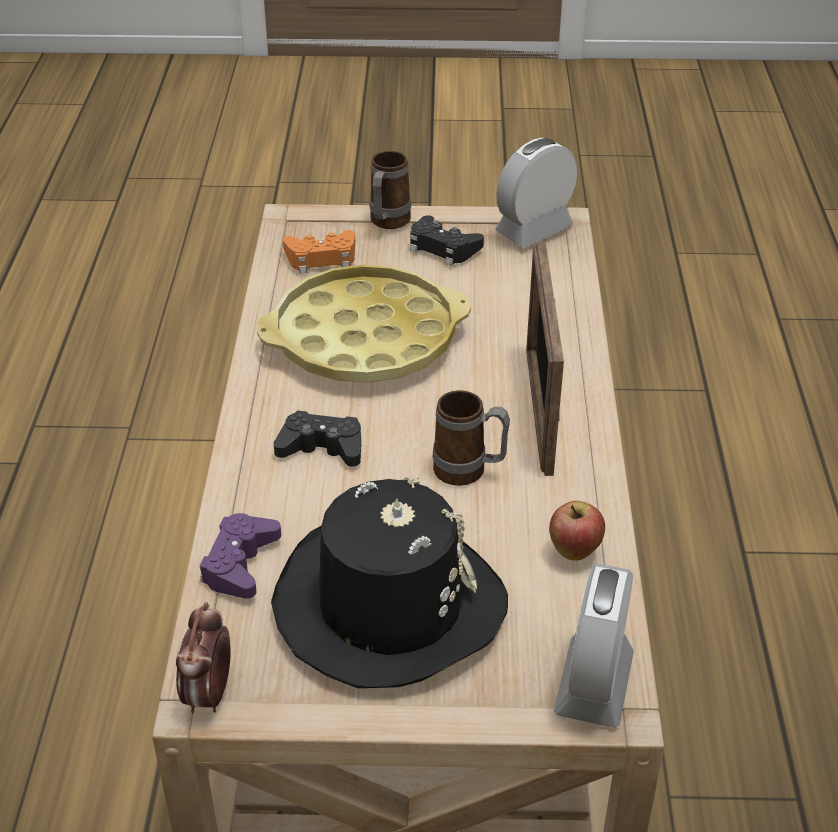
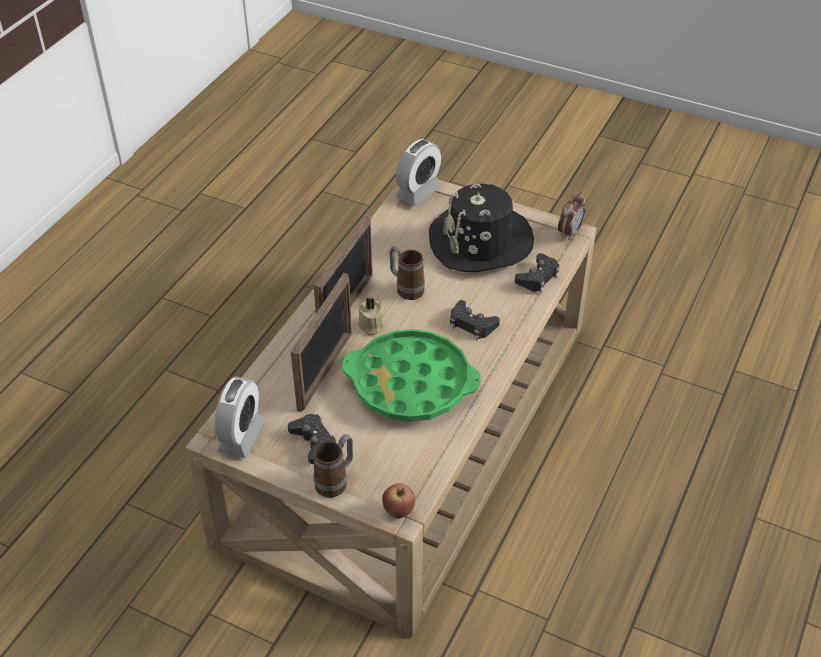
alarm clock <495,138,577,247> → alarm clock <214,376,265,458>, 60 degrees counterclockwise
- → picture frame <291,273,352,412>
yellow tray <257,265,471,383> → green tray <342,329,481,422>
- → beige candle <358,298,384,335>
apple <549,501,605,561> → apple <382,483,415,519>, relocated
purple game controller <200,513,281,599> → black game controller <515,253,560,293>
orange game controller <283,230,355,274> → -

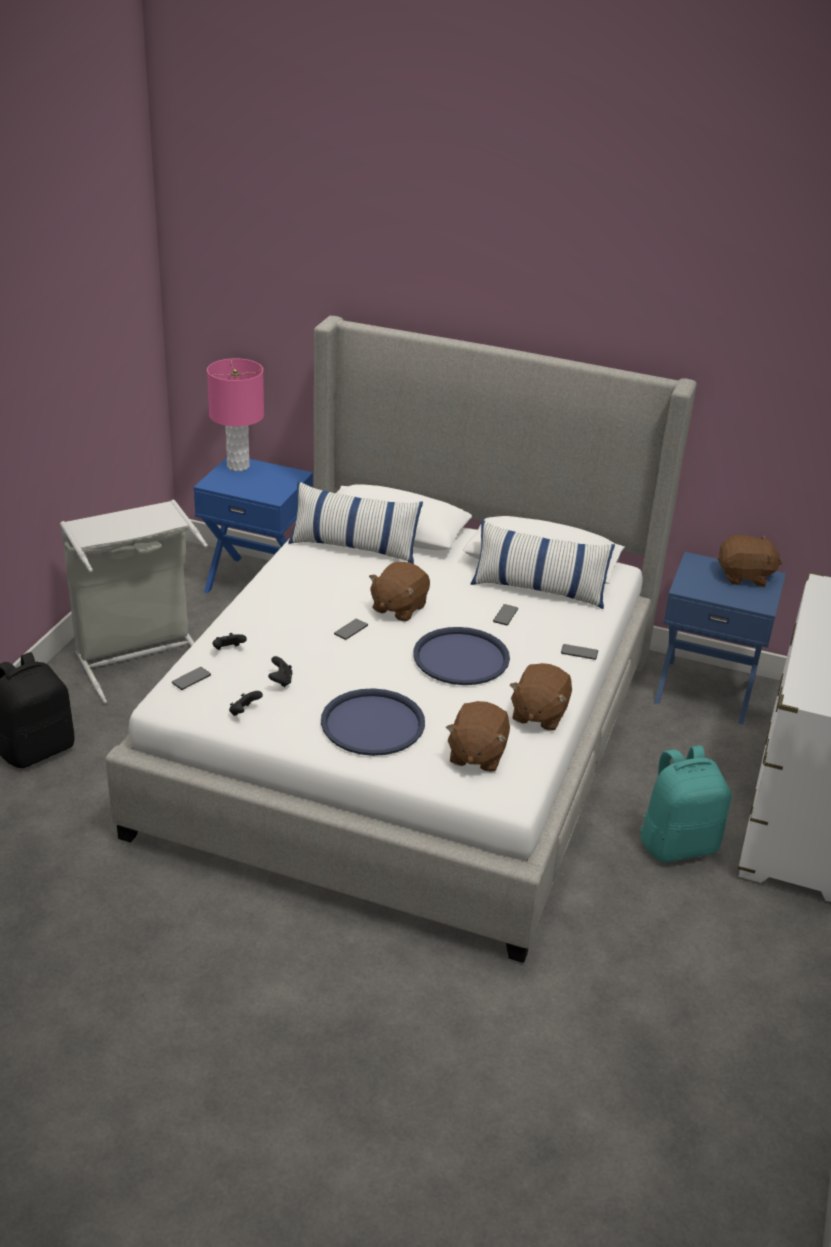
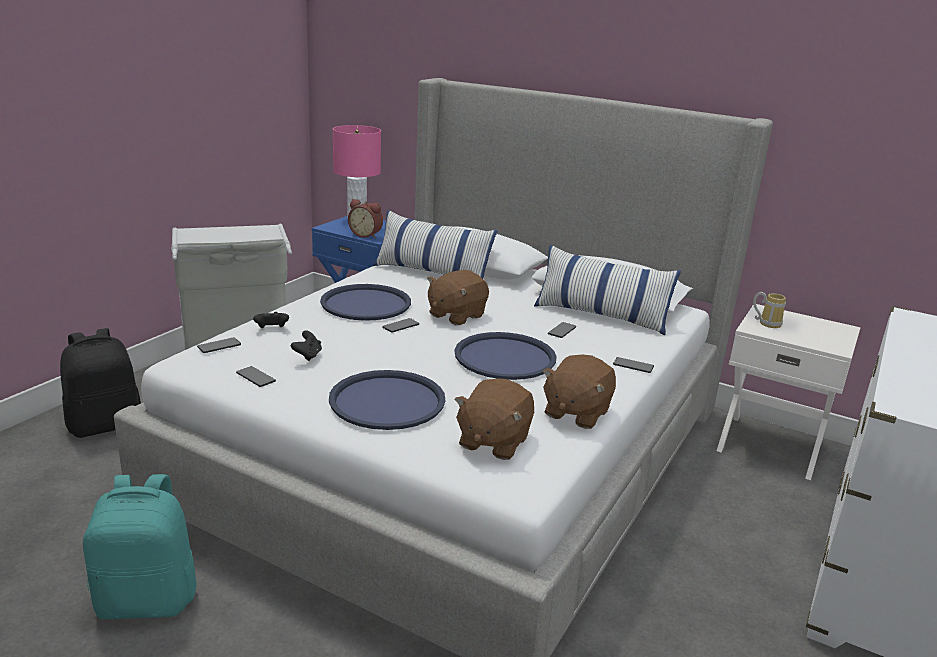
turquoise backpack <640,745,732,862> → turquoise backpack <83,474,197,619>, relocated
black game controller <229,691,263,716> → phone <236,366,276,387>
- → blue tray <320,284,411,321>
- → alarm clock <348,199,383,238>
blue nightstand <655,552,786,725> → white nightstand <717,304,860,480>
- → mug <753,292,786,328>
brown plush toy <717,535,783,586> → -

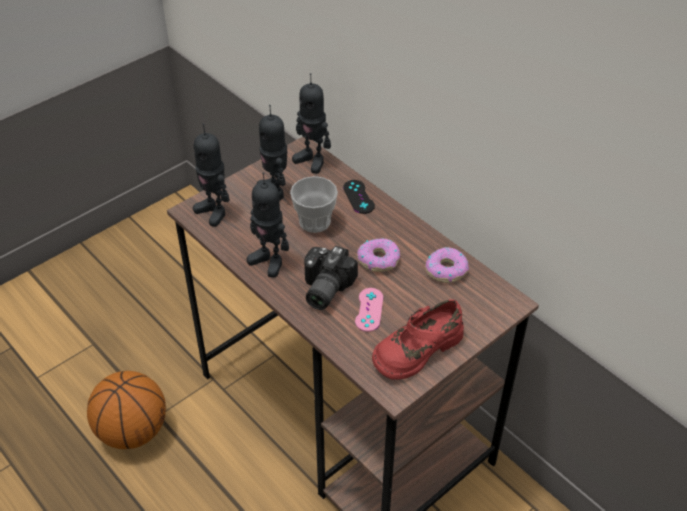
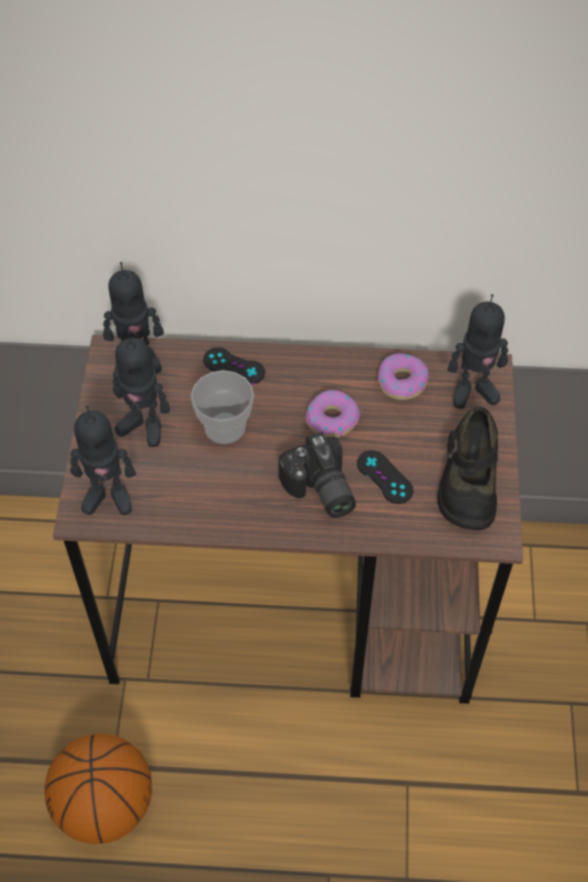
pink game controller <355,288,383,332> → black game controller <357,450,414,504>
red shoe <372,299,464,380> → black shoe <438,407,498,530>
toy robot <246,172,289,278> → toy robot <447,294,508,409>, relocated

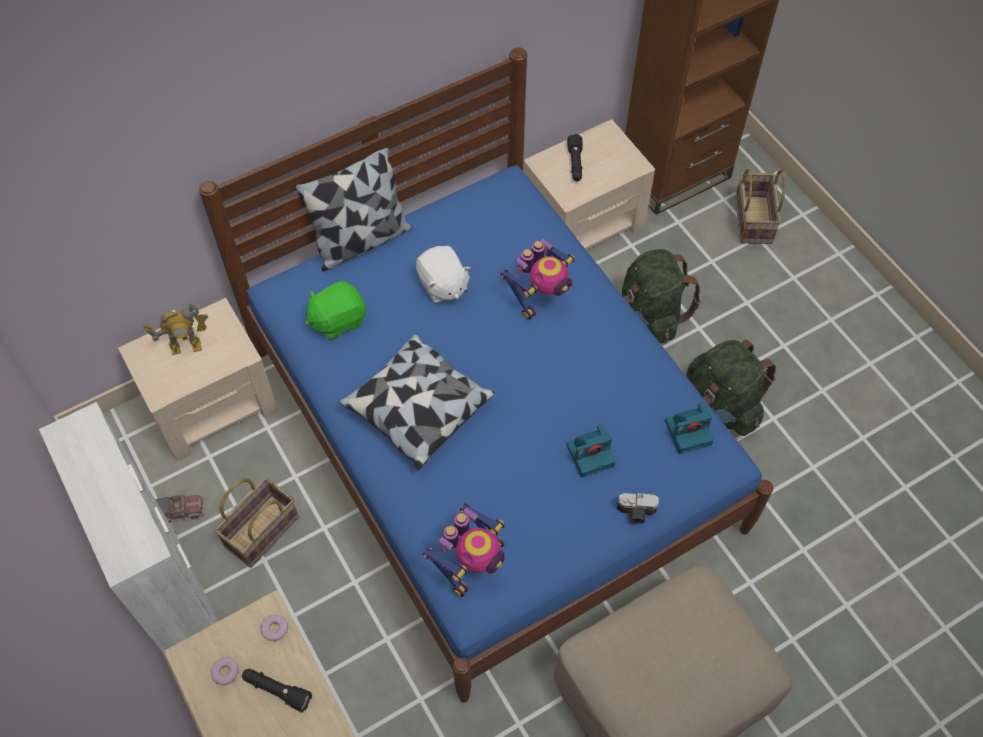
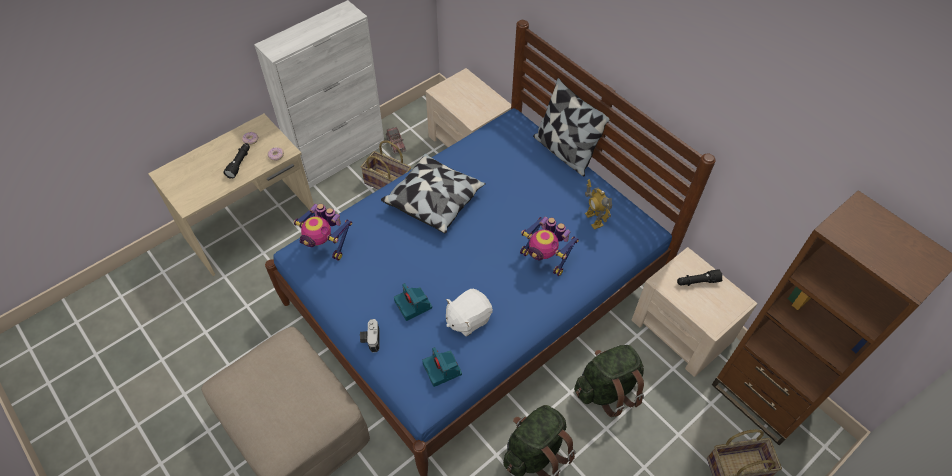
white plush toy <416,246,471,303> → white plush toy <446,289,493,337>, relocated
toy robot <142,303,208,355> → toy robot <585,179,612,230>, relocated
green plush toy <305,281,366,340> → -

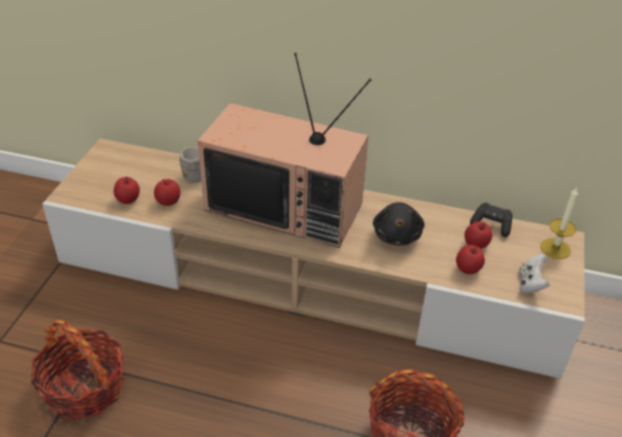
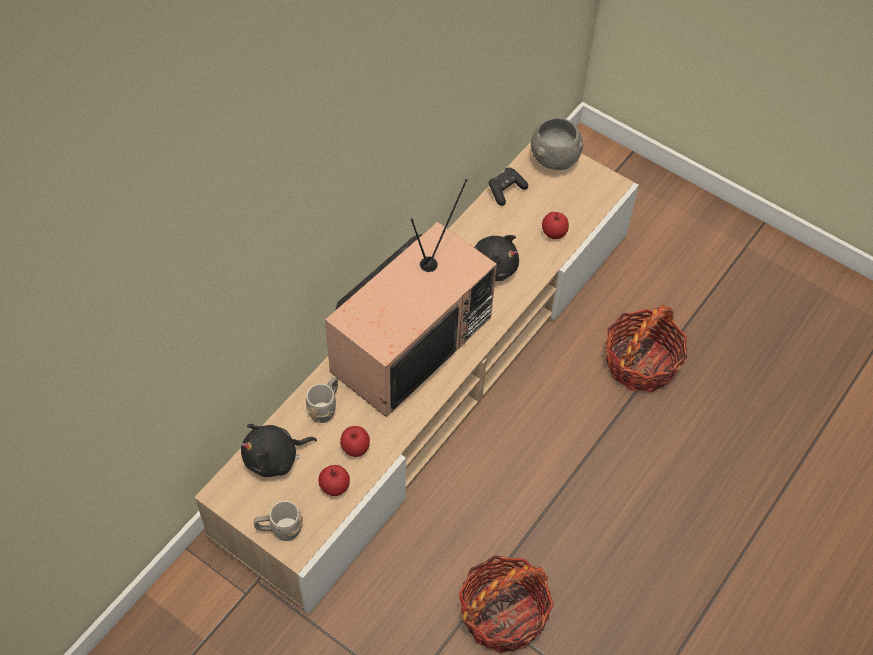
- → black plush toy <241,424,317,477>
- → grey mug <254,501,303,541>
candle <541,187,578,259> → grey bowl <531,118,583,170>
apple <464,221,492,249> → -
white game controller <519,254,549,293> → -

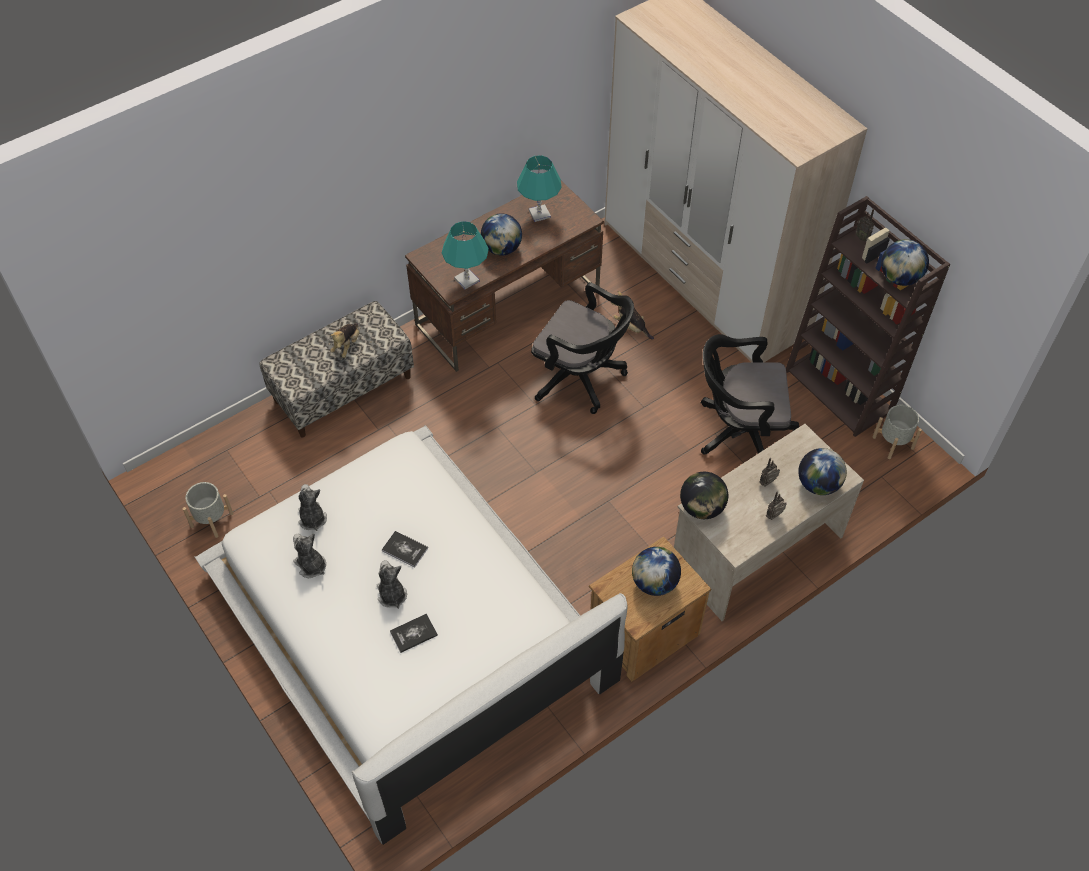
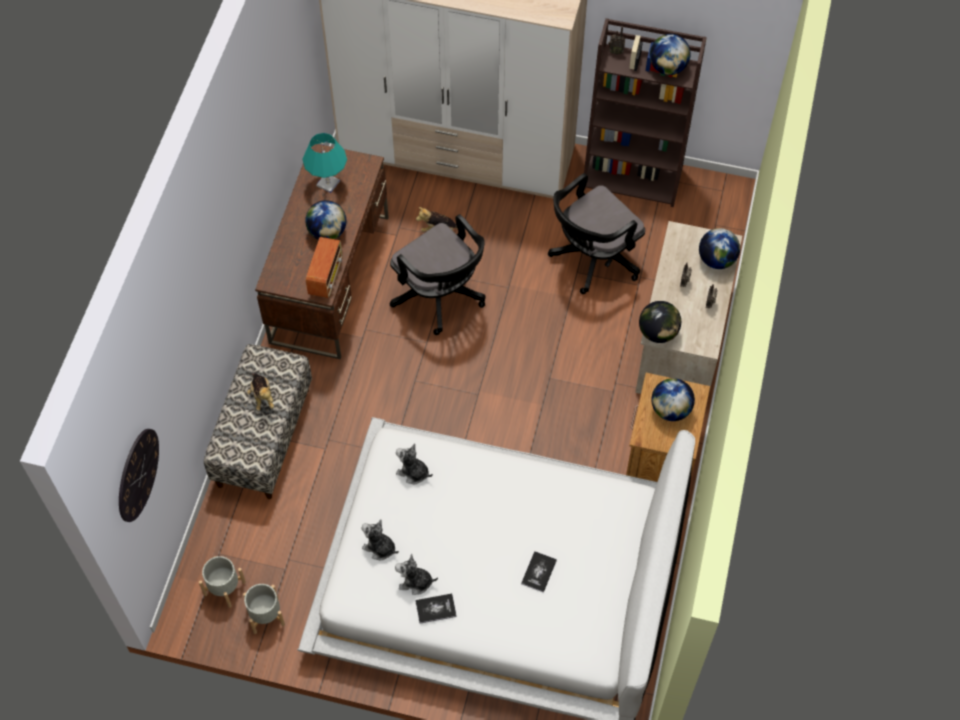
- → wall clock <119,429,159,522>
grey planter <873,405,922,459> → grey planter <199,556,246,608>, relocated
turquoise table lamp <442,221,489,289> → radio <306,237,343,298>
black office chair <531,282,634,414> → black office chair <390,214,486,335>, 60 degrees clockwise
plush toy <377,560,407,609> → plush toy <396,443,433,484>, relocated
book <382,531,428,568> → book <415,594,457,624>, relocated

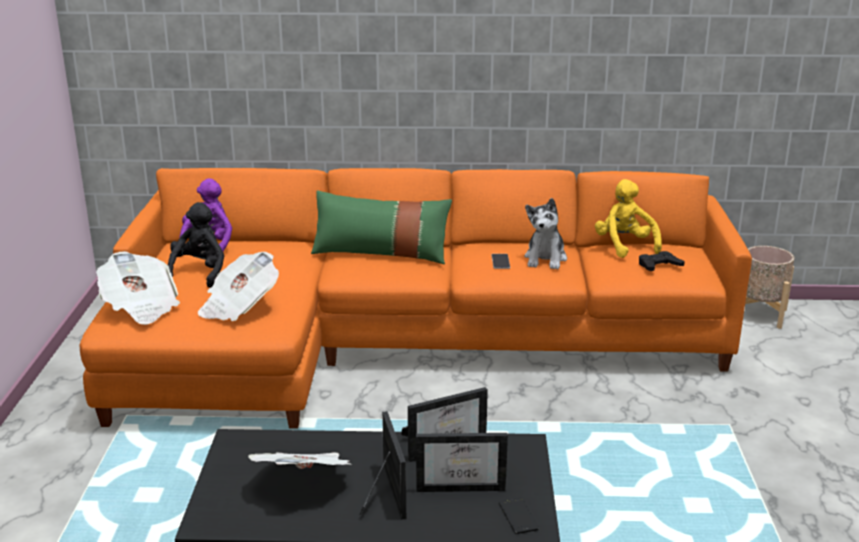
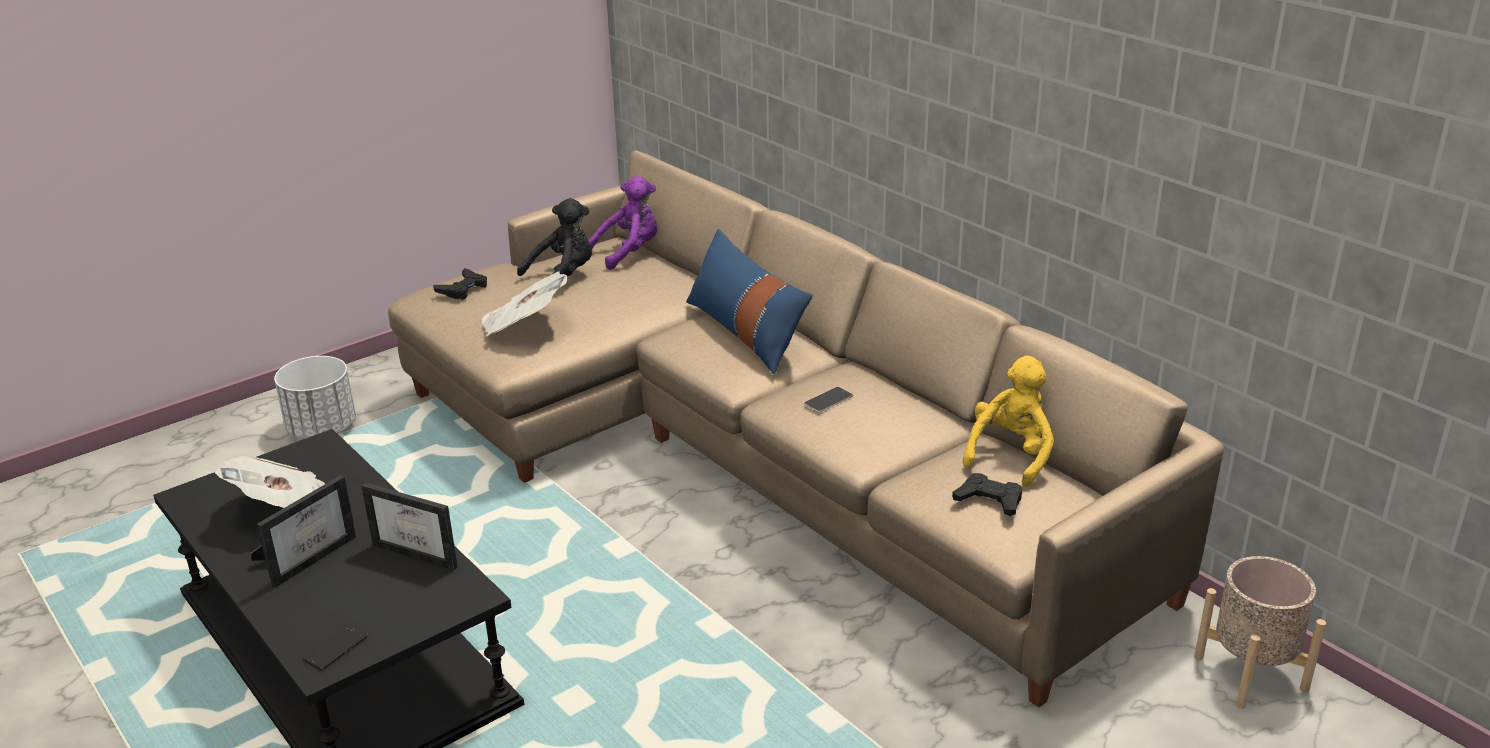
- → white planter <274,356,356,439>
orange sofa <80,168,752,429> → beige sofa <388,150,1224,707>
newspaper <96,251,180,325> → black game controller <433,268,487,300>
green pillow <311,191,452,264> → blue pillow <686,229,813,374>
picture frame <416,433,508,492> → -
plush toy <524,198,567,270> → -

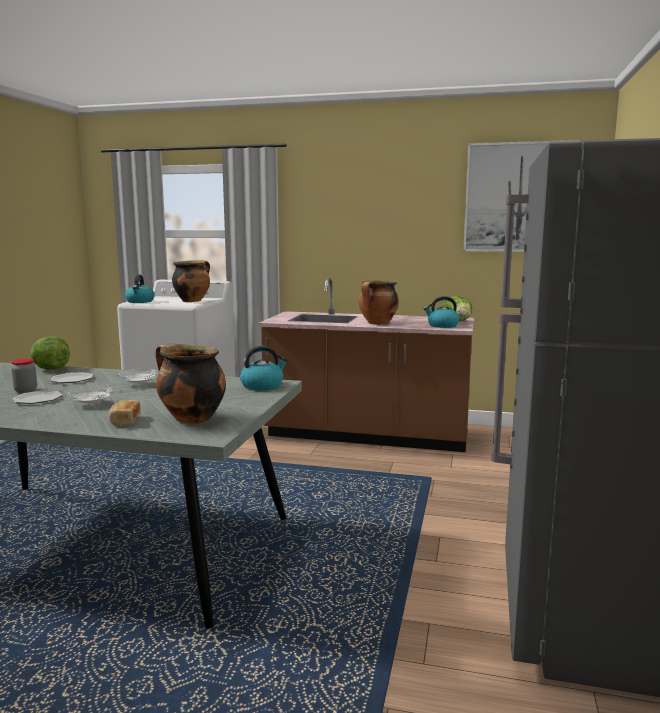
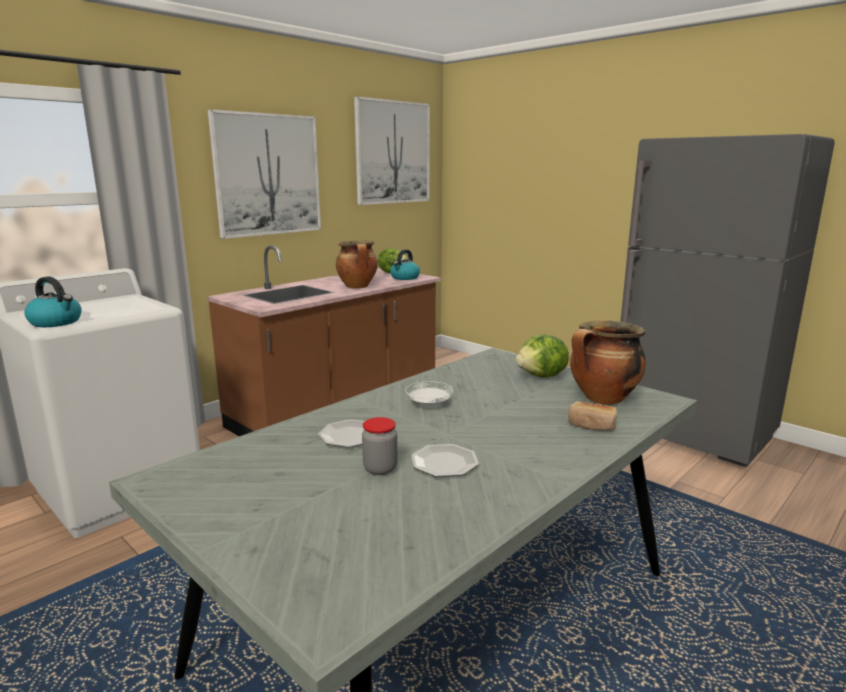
- → picture <208,109,321,239>
lettuce <30,337,70,370> → lettuce <515,334,569,378>, relocated
white plate <68,386,112,405> → -
cooking pot <172,260,210,302> → -
kettle <240,346,288,390> → -

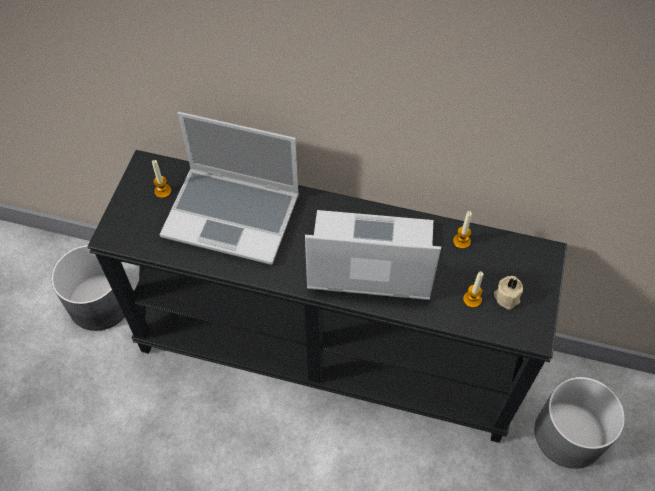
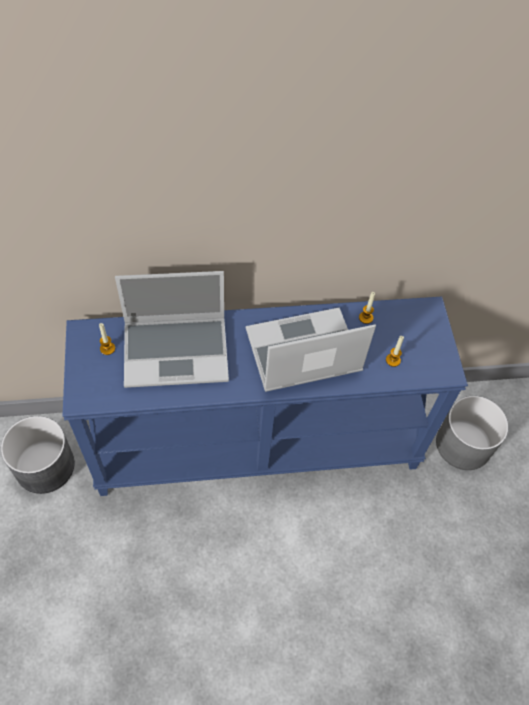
black console table <87,150,567,443> → blue console table <62,297,468,496>
beige candle <494,276,523,310> → -

